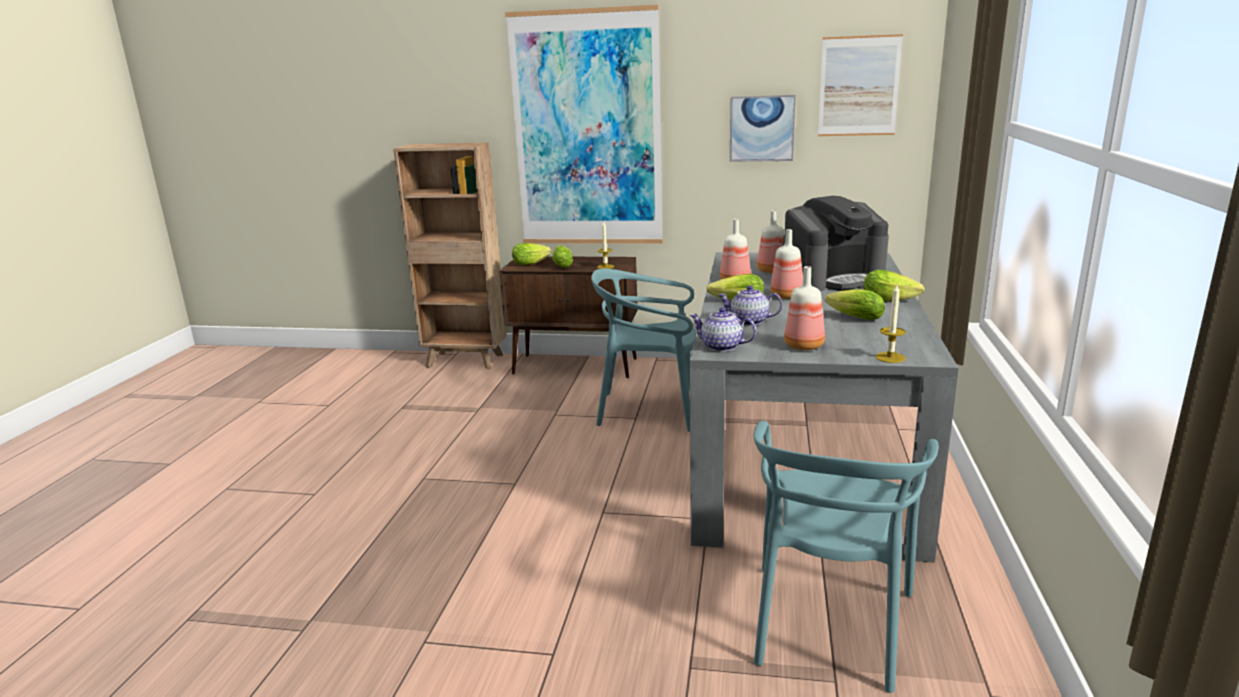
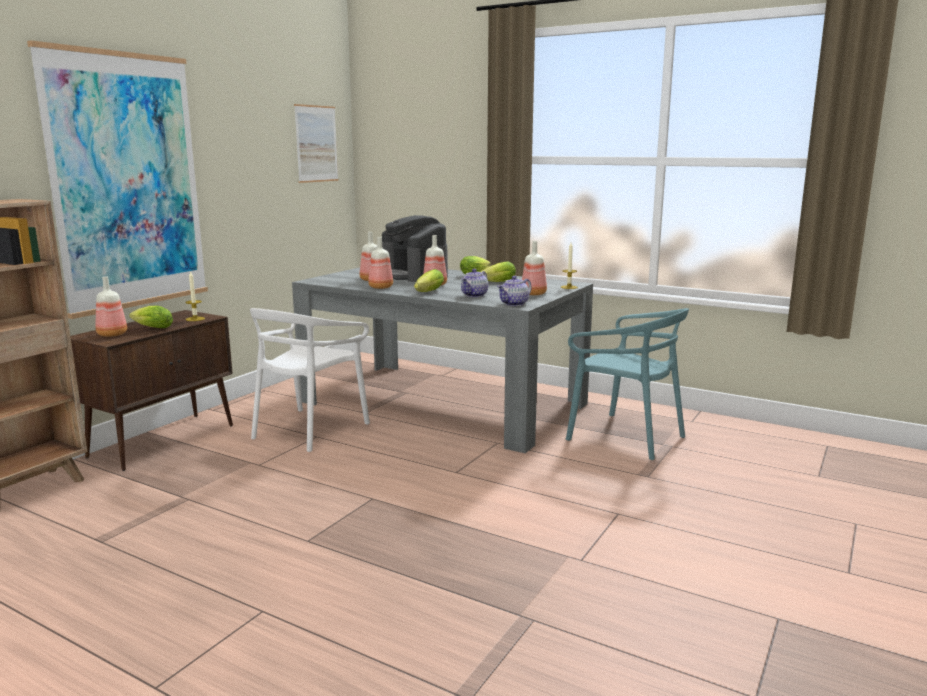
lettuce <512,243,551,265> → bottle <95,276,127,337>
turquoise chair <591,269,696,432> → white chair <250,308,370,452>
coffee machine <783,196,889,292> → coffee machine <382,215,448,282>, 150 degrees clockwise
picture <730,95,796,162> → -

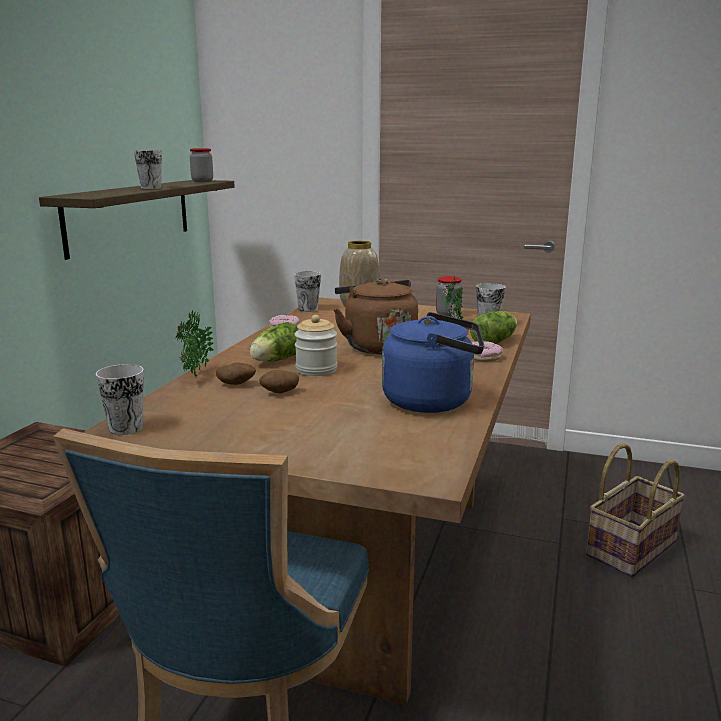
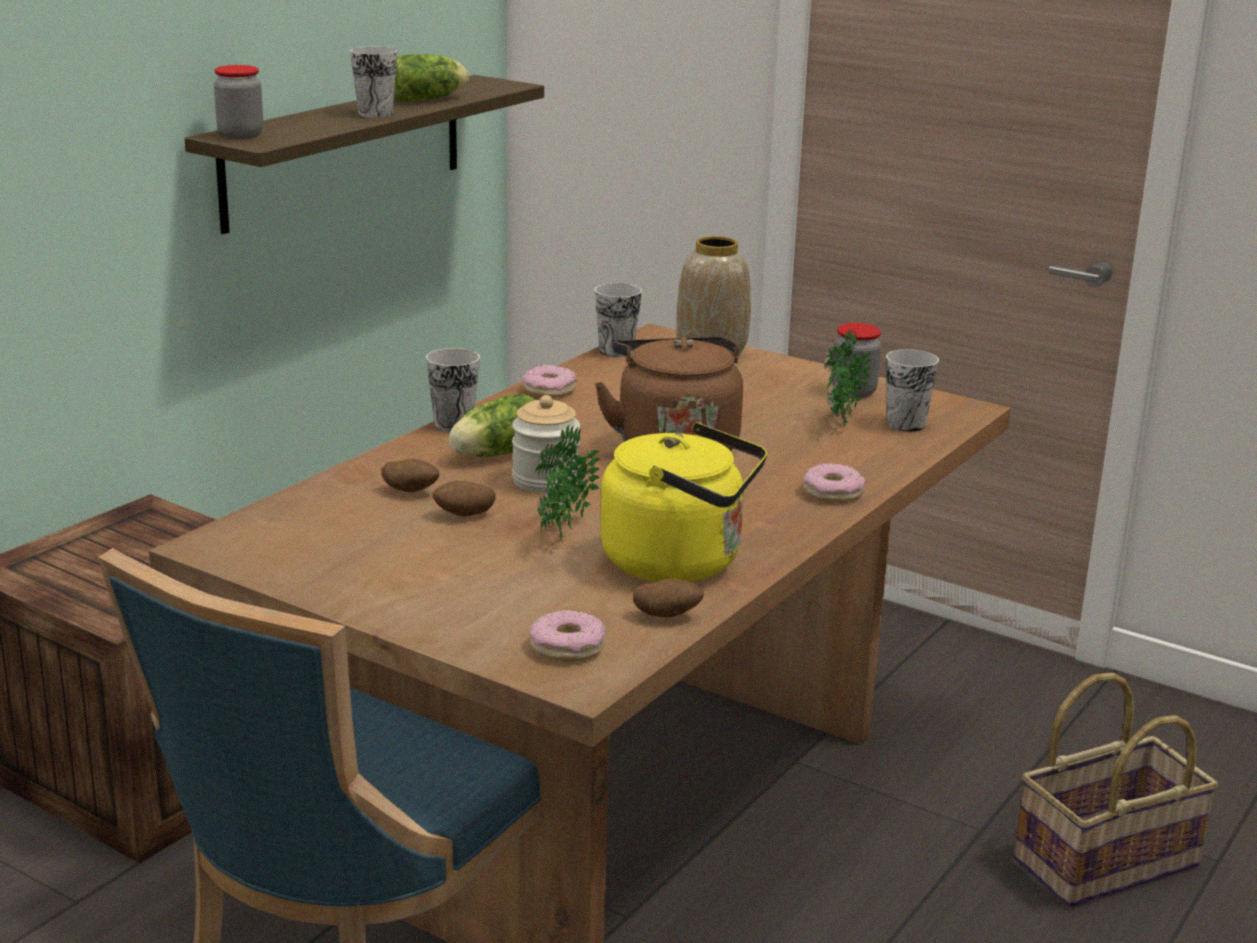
jar <190,148,213,182> → jar <214,65,263,139>, relocated
lettuce <470,311,517,344> → lettuce <394,54,469,102>, relocated
cup <96,364,143,435> → cup <426,348,480,432>, relocated
- → donut <530,610,606,662>
potted plant <176,311,214,378> → potted plant <535,424,600,543>, relocated
blue kettle <382,312,484,413> → yellow kettle <600,422,767,582>
- → potato <633,578,704,618>

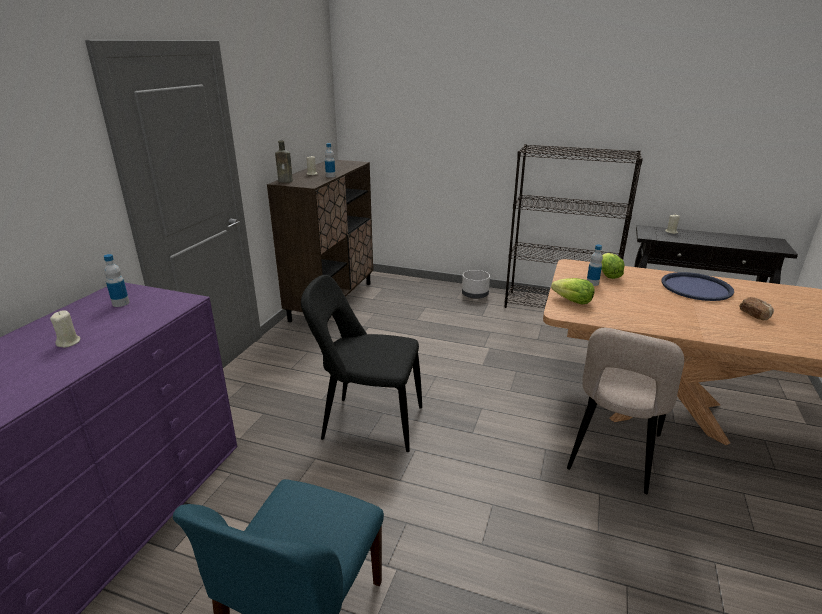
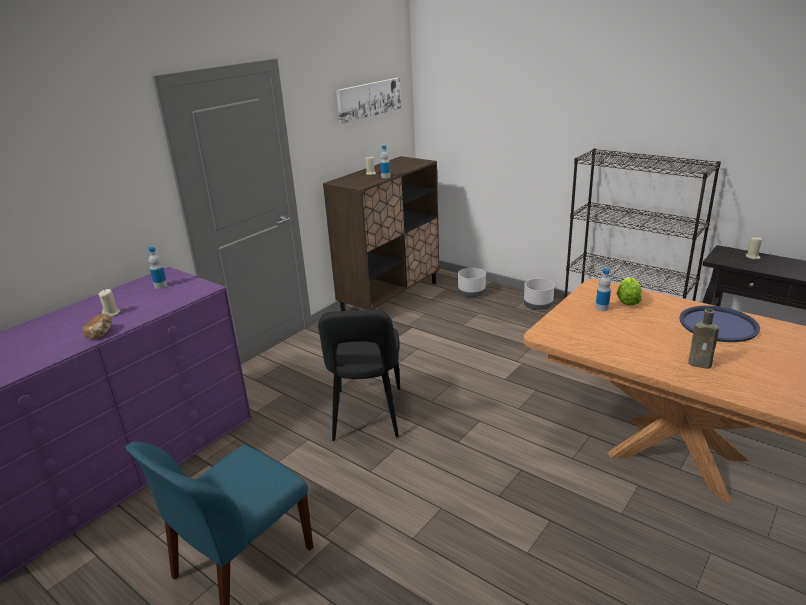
bread <739,297,774,320> → bread <83,314,112,339>, relocated
black chair <301,275,422,452> → black chair <318,310,400,441>, 120 degrees counterclockwise
- → picture <336,78,401,124>
- → grey planter <458,268,486,297>
brown bottle <275,140,293,183> → brown bottle <688,309,719,369>, relocated
lettuce <551,278,595,305> → -
beige chair <567,328,684,494> → -

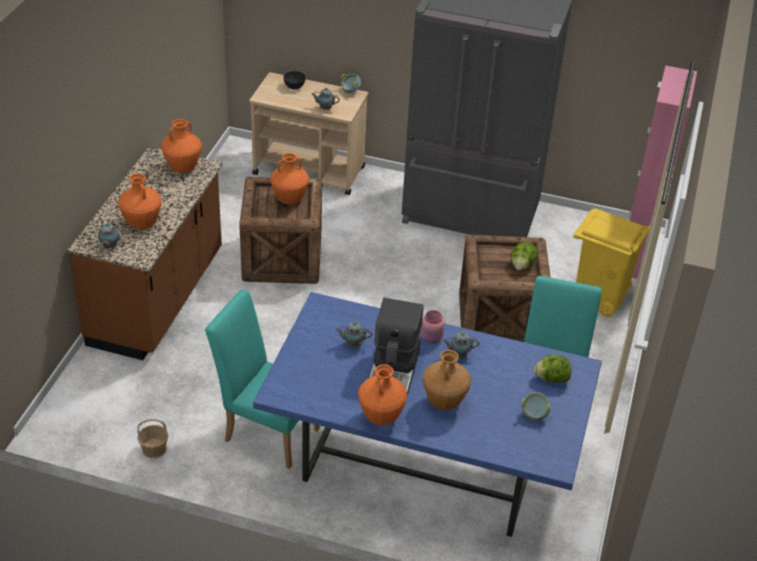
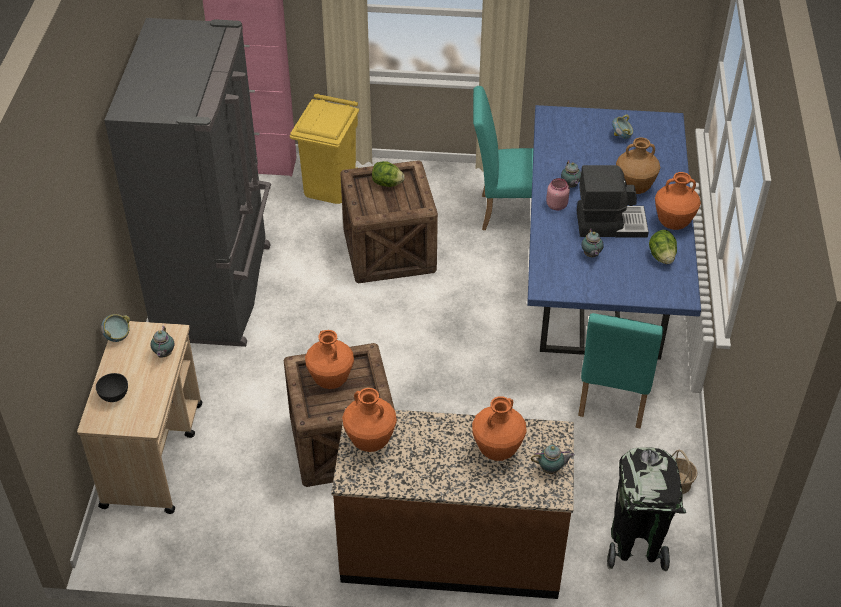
- → black trash can <607,447,686,571>
lettuce <534,355,571,383> → lettuce <649,230,677,264>, relocated

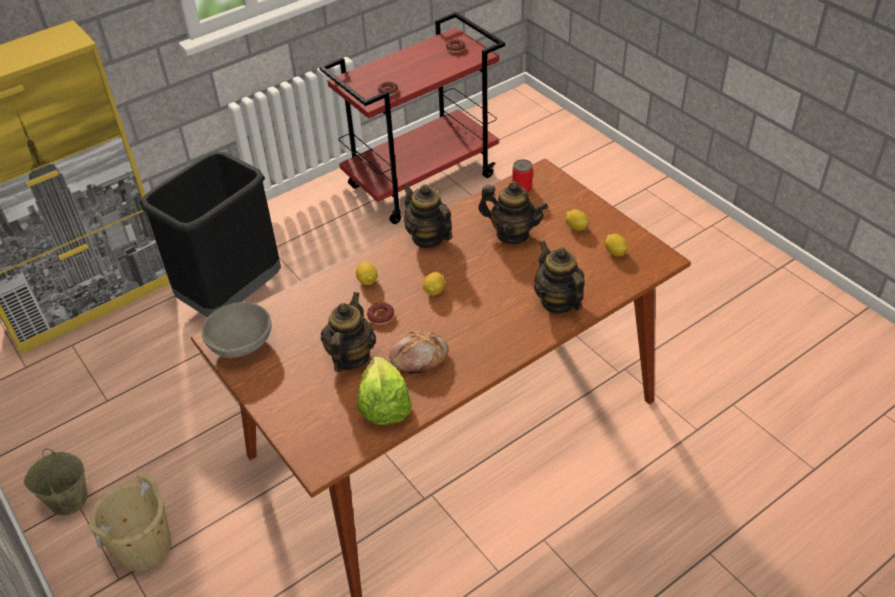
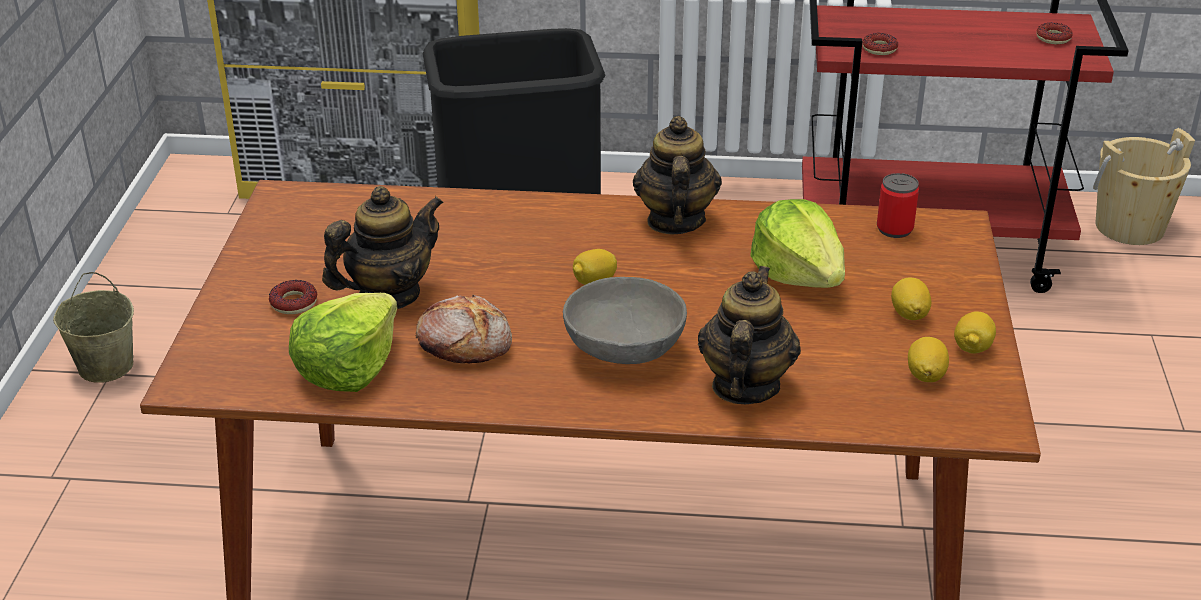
donut <367,302,394,325> → donut <269,280,318,314>, relocated
grey bowl <202,302,272,358> → grey bowl <563,277,687,364>, relocated
teapot <478,181,548,244> → lettuce <750,199,845,288>
lemon <356,262,377,285> → lemon <954,311,996,354>, relocated
beige bucket <87,472,171,571> → beige bucket <1093,128,1195,245>, relocated

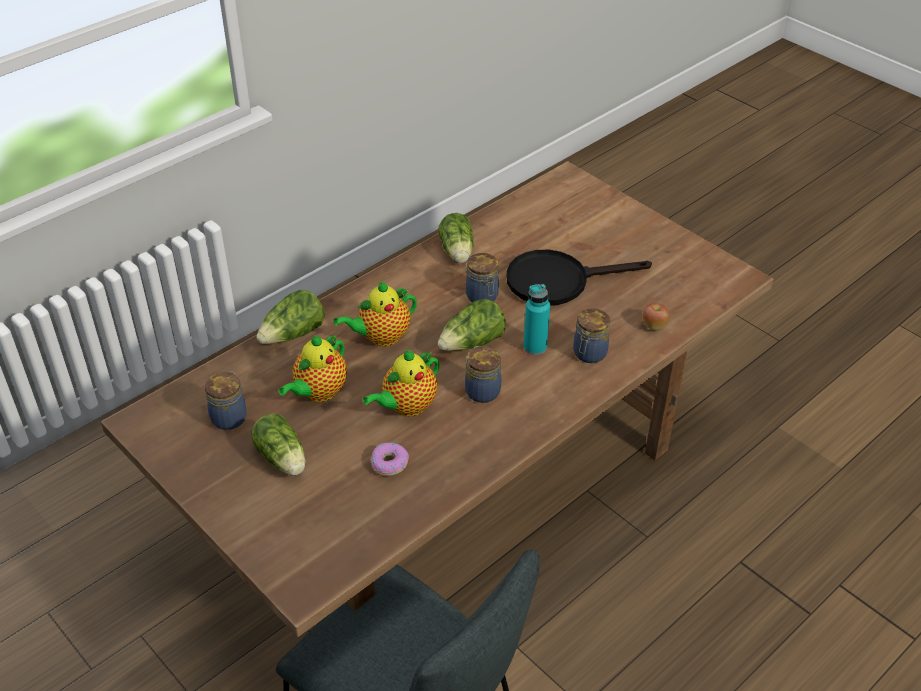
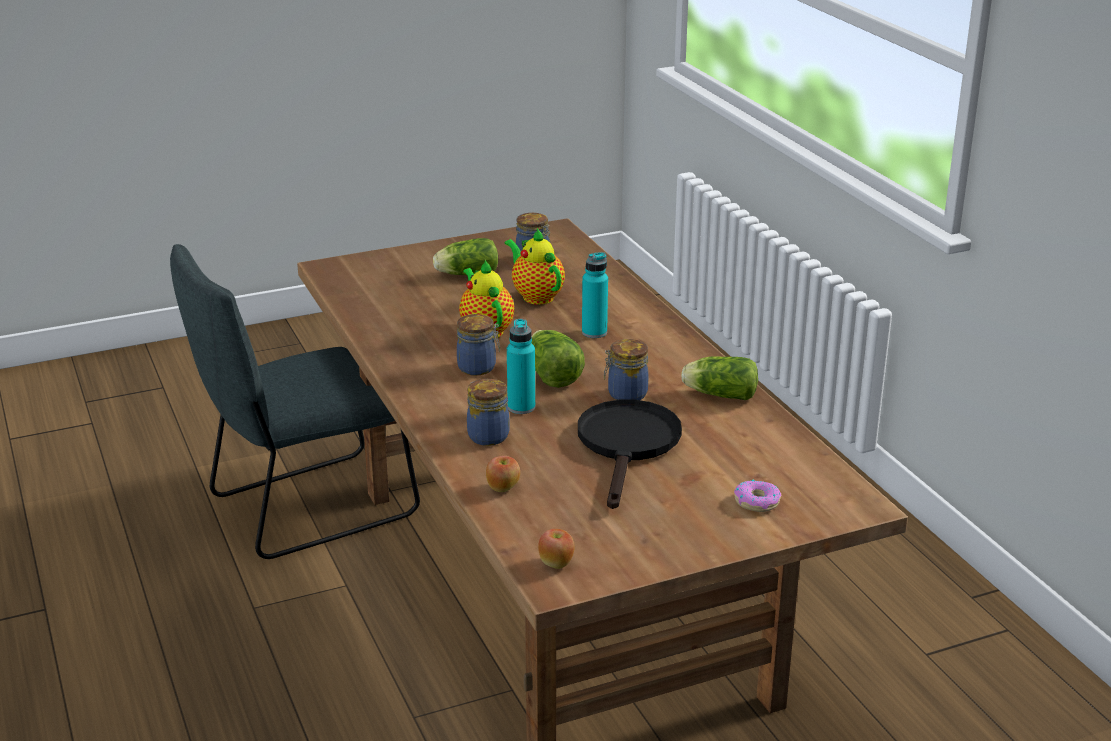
- → apple <538,529,575,569>
teapot <333,281,417,346> → turquoise bottle <582,252,608,338>
donut <371,443,409,476> → donut <734,479,781,512>, relocated
lettuce <256,290,325,344> → -

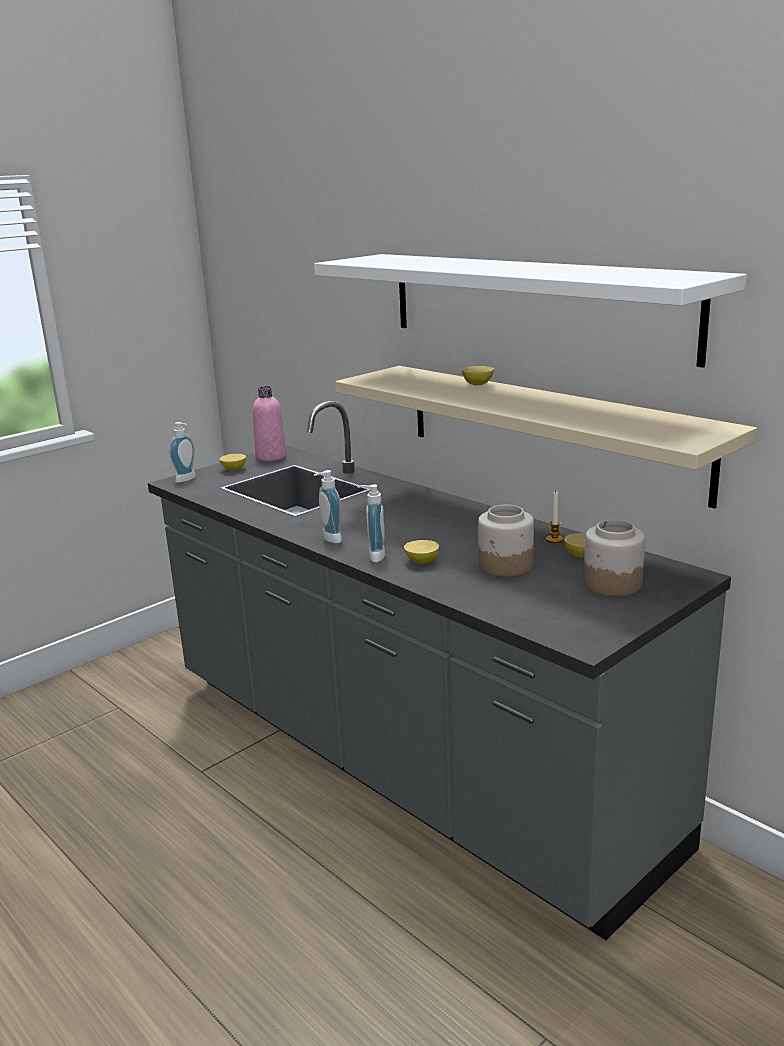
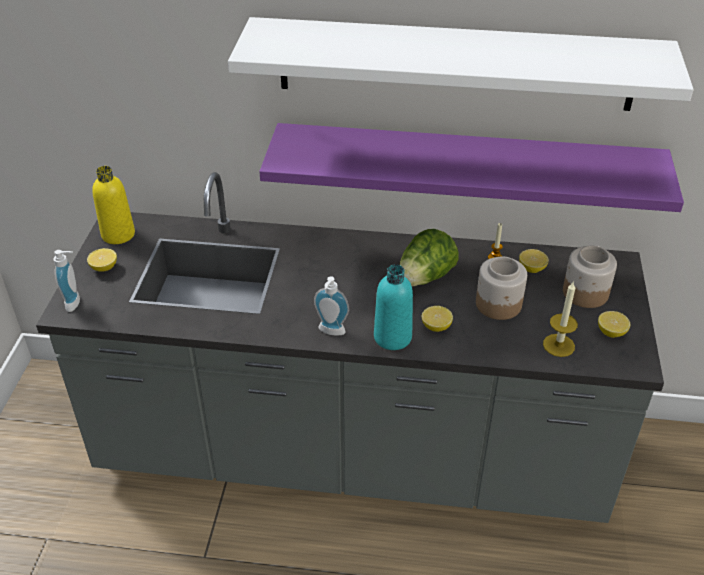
pink bottle <253,386,286,461> → yellow bottle <92,166,135,244>
beige shelf <335,366,757,509> → purple shelf <259,123,684,212>
soap dispenser <358,485,385,562> → turquoise bottle <374,265,413,350>
- → lettuce <399,229,459,286>
- → candle <543,282,578,357>
lemon <462,366,494,385> → lemon <598,311,631,338>, relocated

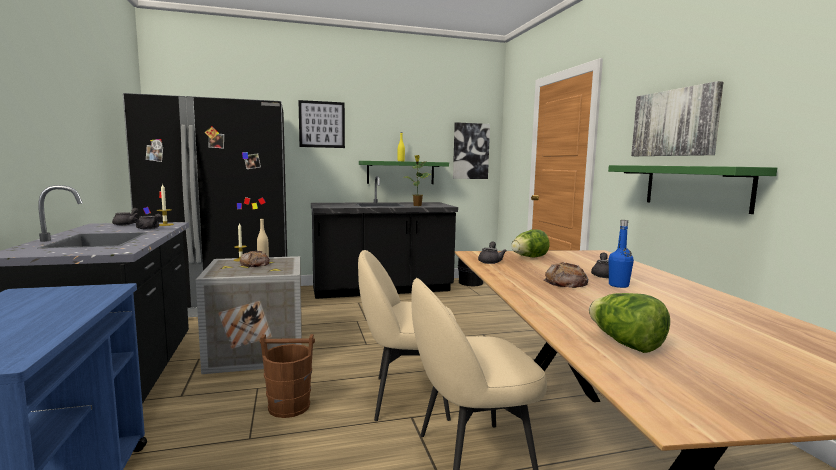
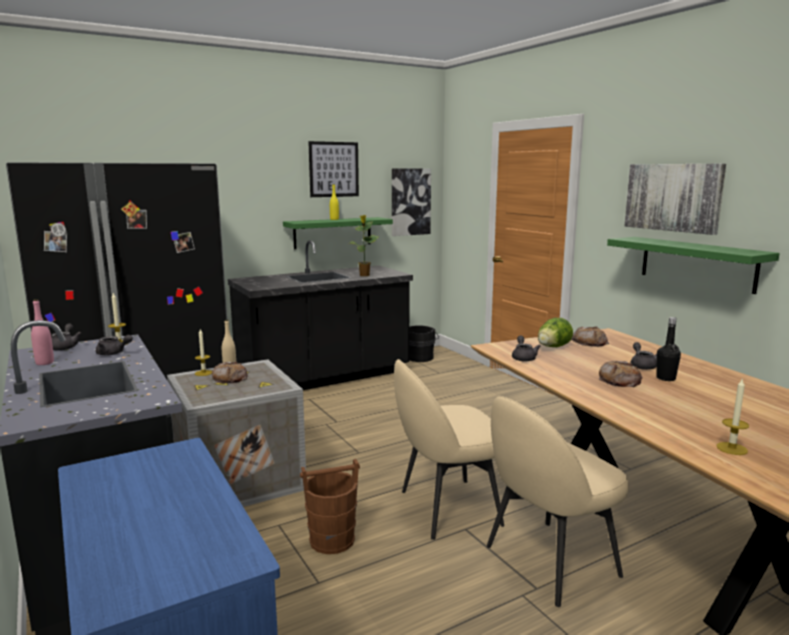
- → pink bottle <31,299,54,365>
picture <298,100,345,148> → picture <308,141,359,197>, relocated
- → bread <571,326,609,347>
blue bottle <609,220,634,288> → black bottle <656,317,681,381>
lettuce <589,293,670,353> → candle <716,379,749,455>

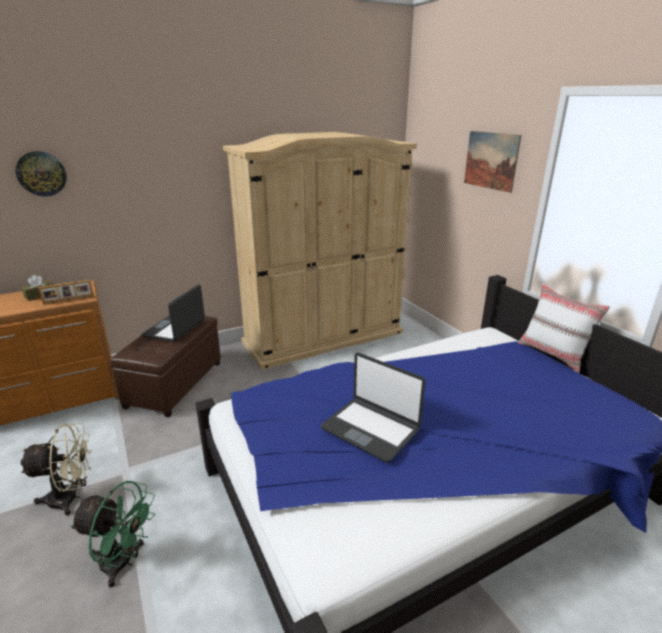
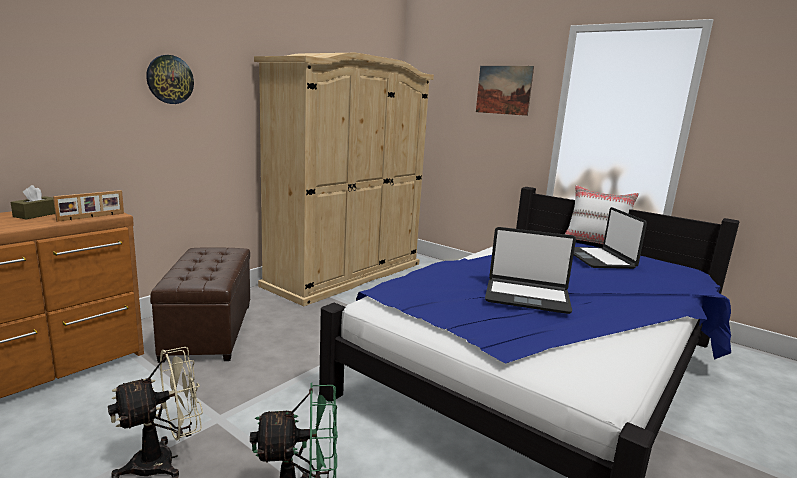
wall clock <16,151,67,196> → wall clock <146,55,194,104>, relocated
laptop <141,284,205,342> → laptop <574,207,647,269>, relocated

